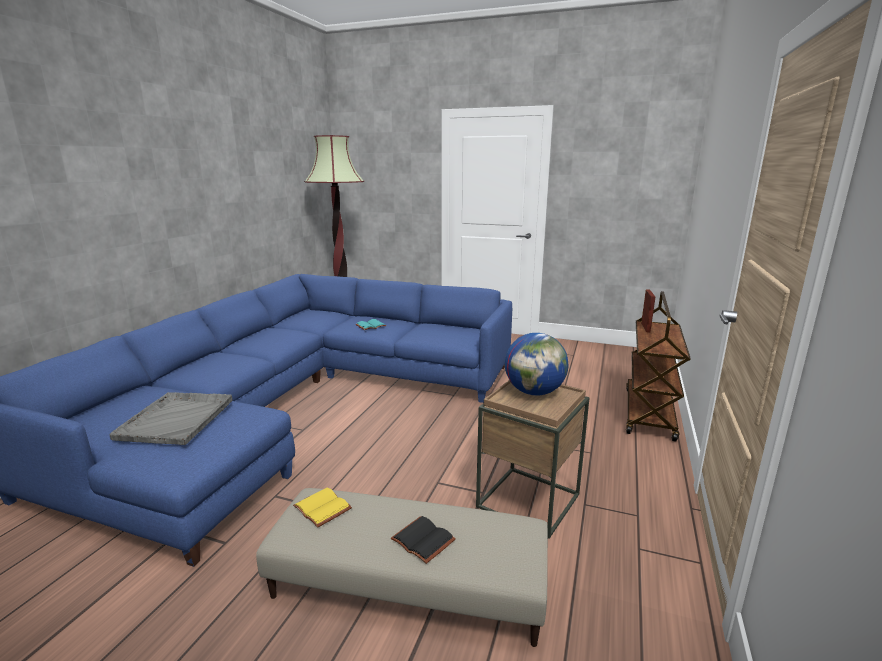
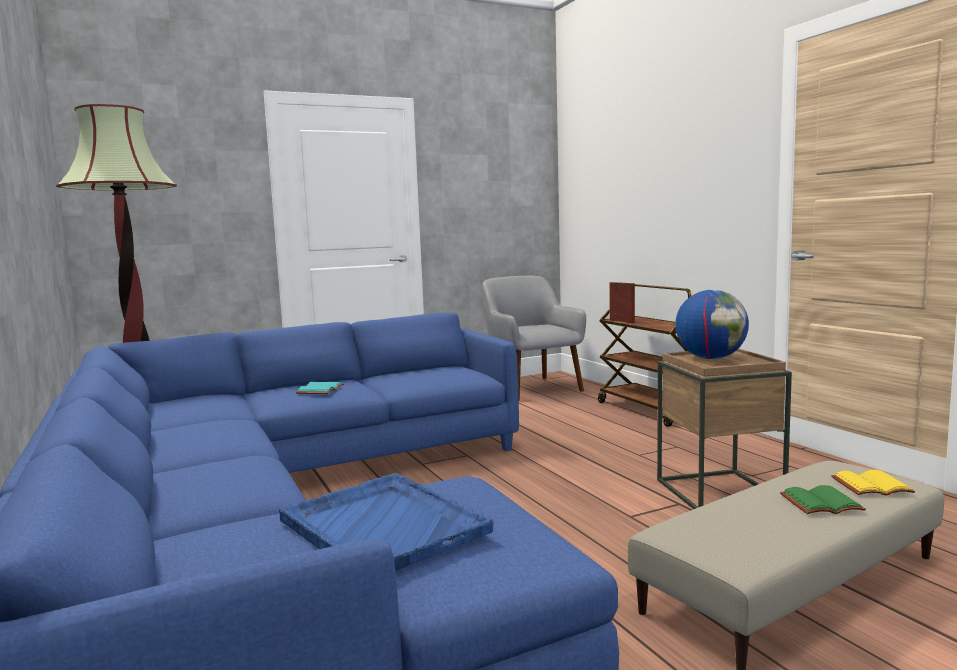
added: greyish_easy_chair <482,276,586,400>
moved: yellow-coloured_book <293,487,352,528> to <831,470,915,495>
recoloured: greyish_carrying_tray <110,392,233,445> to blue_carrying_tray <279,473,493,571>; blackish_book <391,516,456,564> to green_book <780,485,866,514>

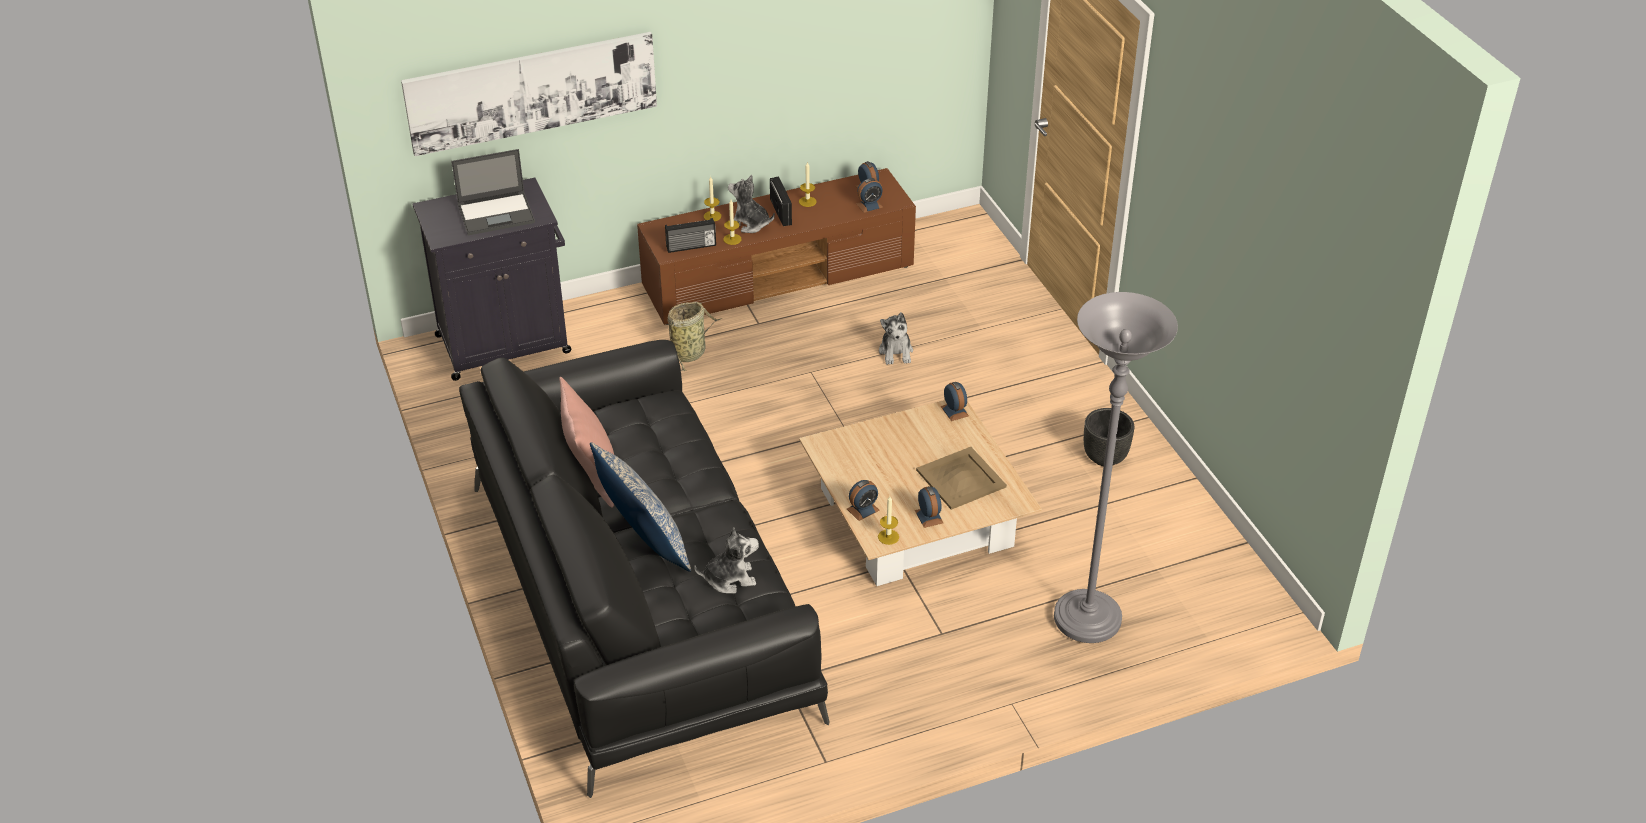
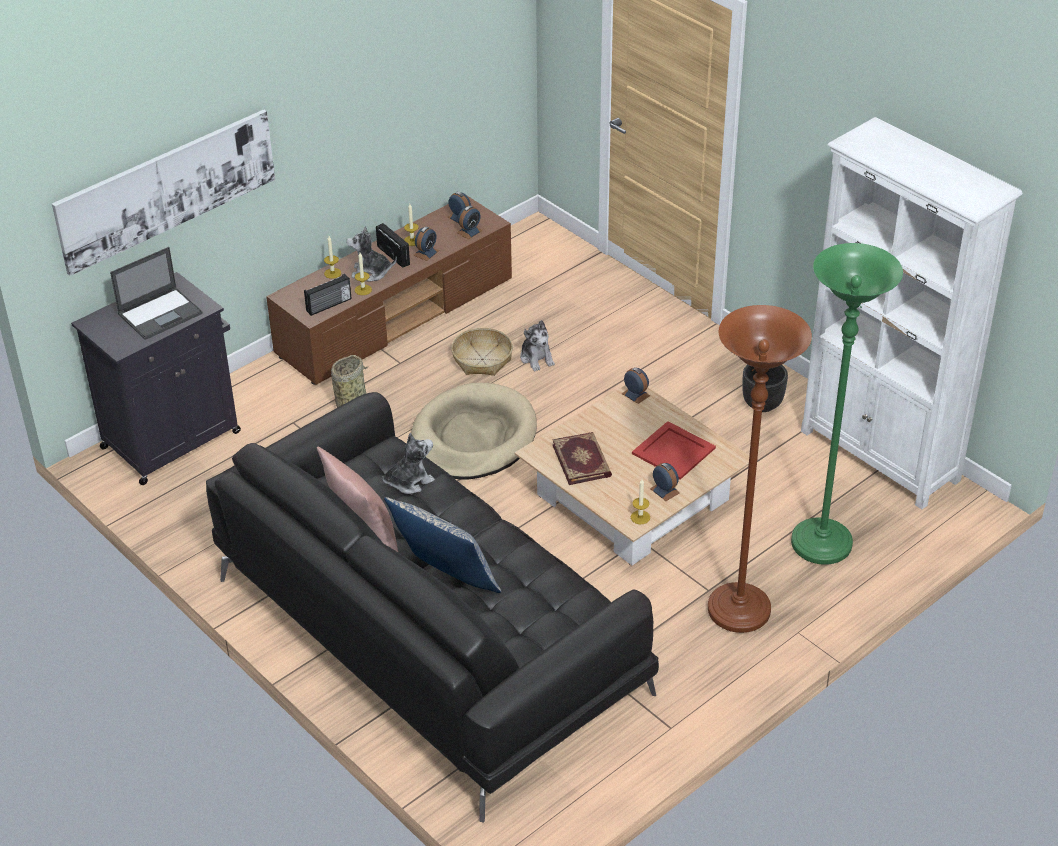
added: whitish_bookshelf <801,117,1022,509>; brownish_floor_lamp <708,305,812,633>; storage_basket <451,328,513,376>; beige_pet_bed <411,383,537,480>; book <552,432,612,485>
moved: bedside_clock <847,480,880,521> to <413,226,439,261>; soft_toy <694,527,759,594> to <382,433,435,494>
recoloured: greyish_floor_lamp <1054,292,1178,643> to green_floor_lamp <791,243,903,565>; beige_carrying_tray <916,447,1007,510> to red-coloured_carrying_tray <632,421,716,480>

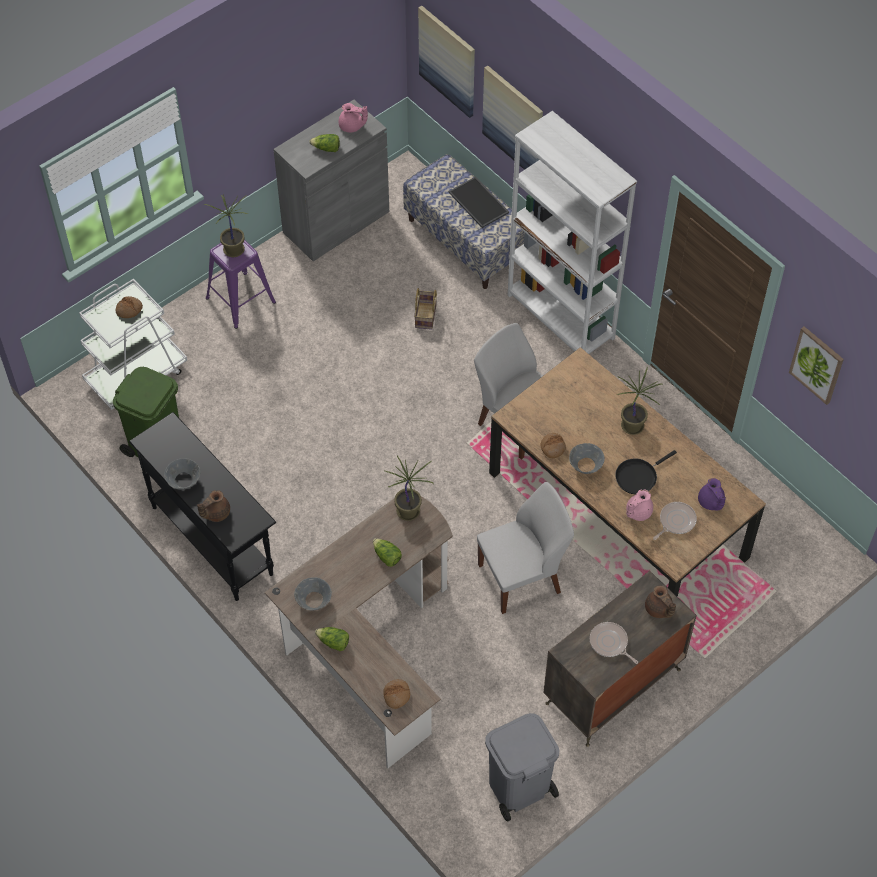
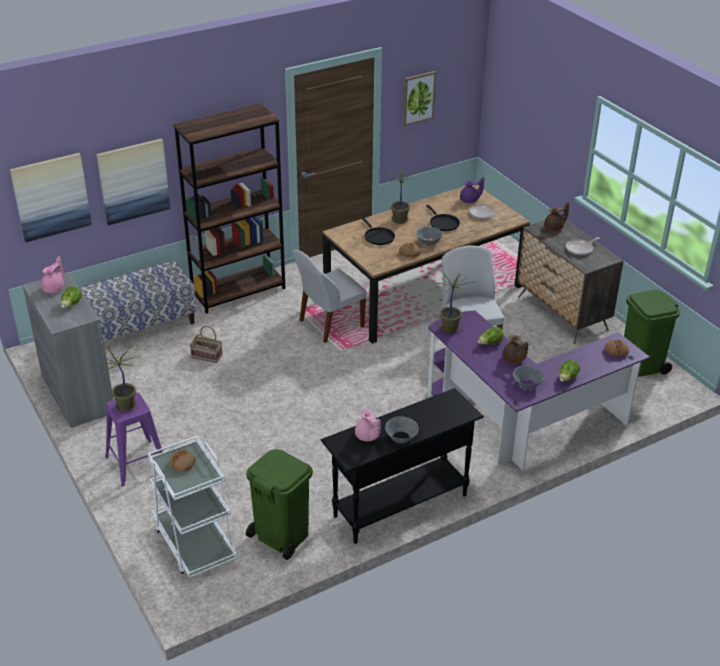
removed: carrying_tray <449,176,509,228>
added: blackish_skillet <362,218,395,245>
moved: brownish_tea_pot <197,490,230,522> to <503,335,528,363>; pink_tea_pot <626,490,653,521> to <355,410,381,441>
recoloured: whitish_bookshelf <508,111,637,354> to brownish_bookshelf <174,104,285,314>; brownish_desk_unit <265,496,453,768> to purple_desk_unit <427,311,650,471>; greyish_trash_can <485,713,559,822> to green_trash_can <624,290,680,377>

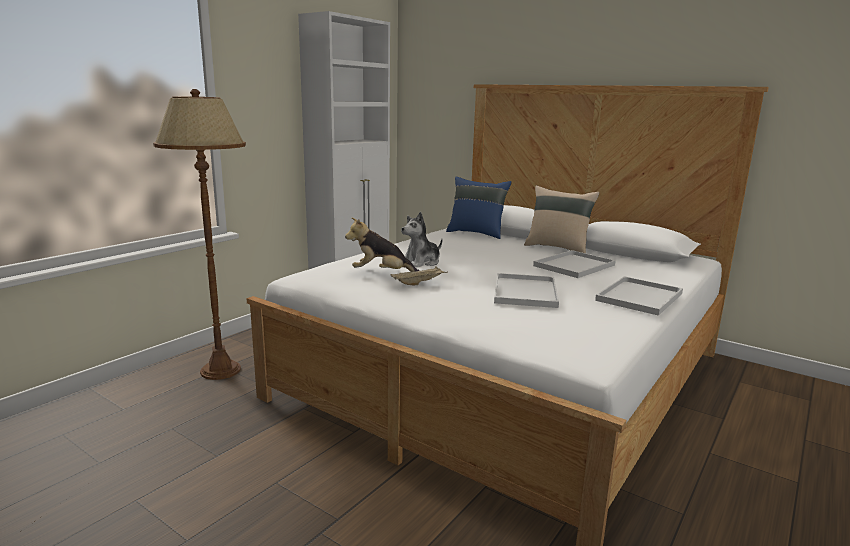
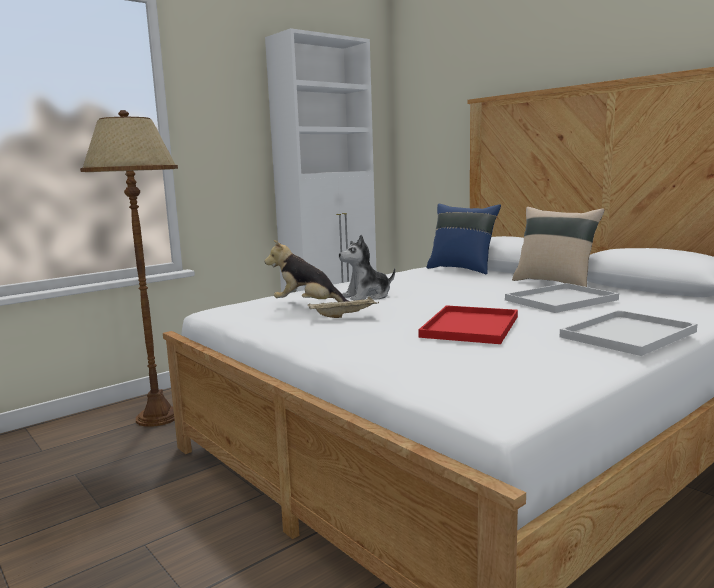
recoloured: whitish_carrying_tray <494,273,559,308> to red-coloured_carrying_tray <418,305,518,344>

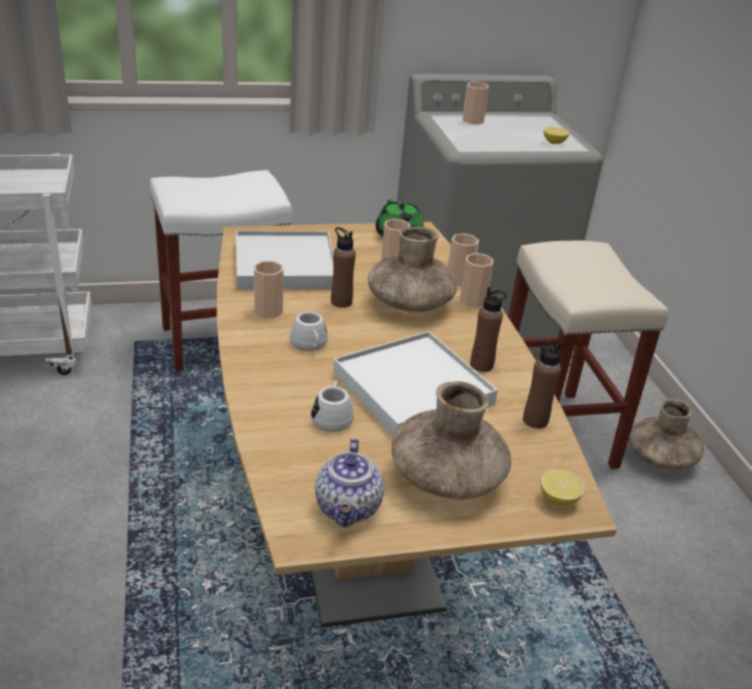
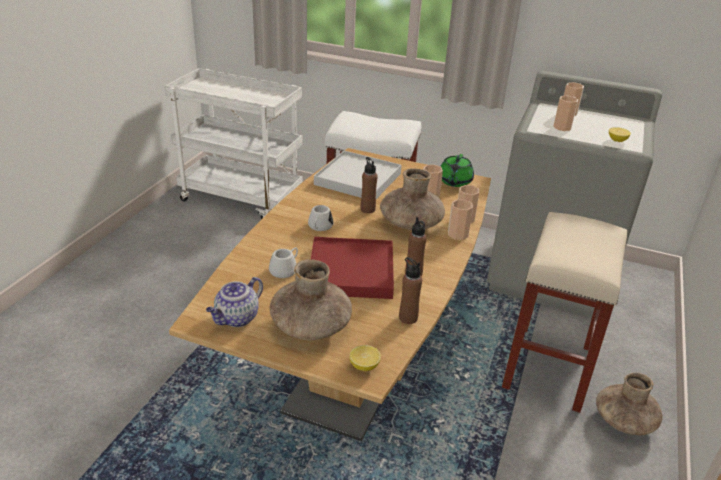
moved: small_cup <254,261,284,318> to <553,96,578,131>
recoloured: whitish_carrying_tray <333,331,498,437> to red-coloured_carrying_tray <311,237,394,299>

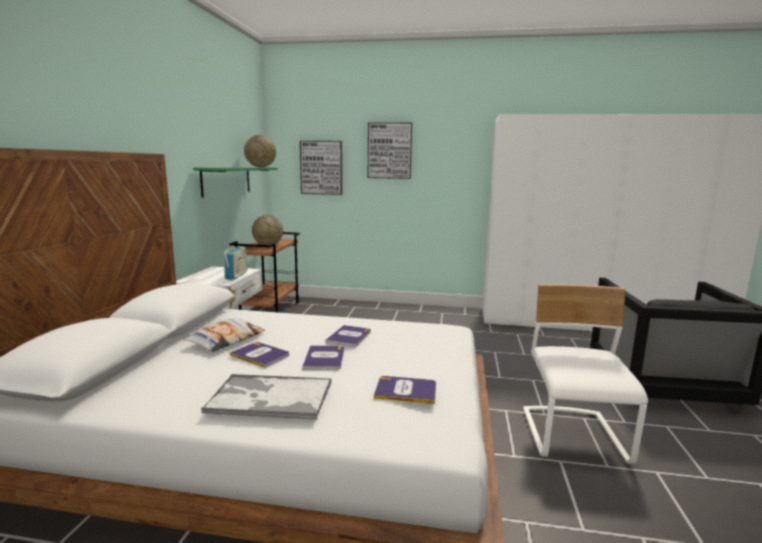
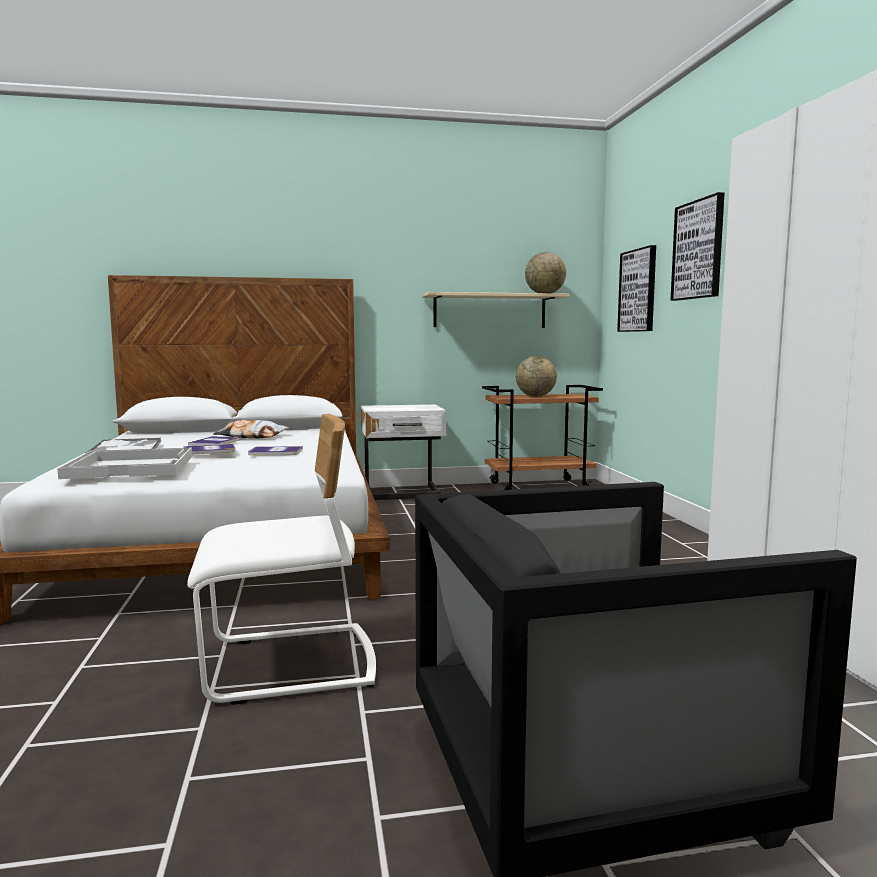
removed: radio_set <224,246,247,280>
replaced: book <374,376,436,404> to whitish_carrying_tray <57,448,192,479>
recoloured: green_bracket_shelf <193,167,278,198> to beige_bracket_shelf <422,292,569,328>

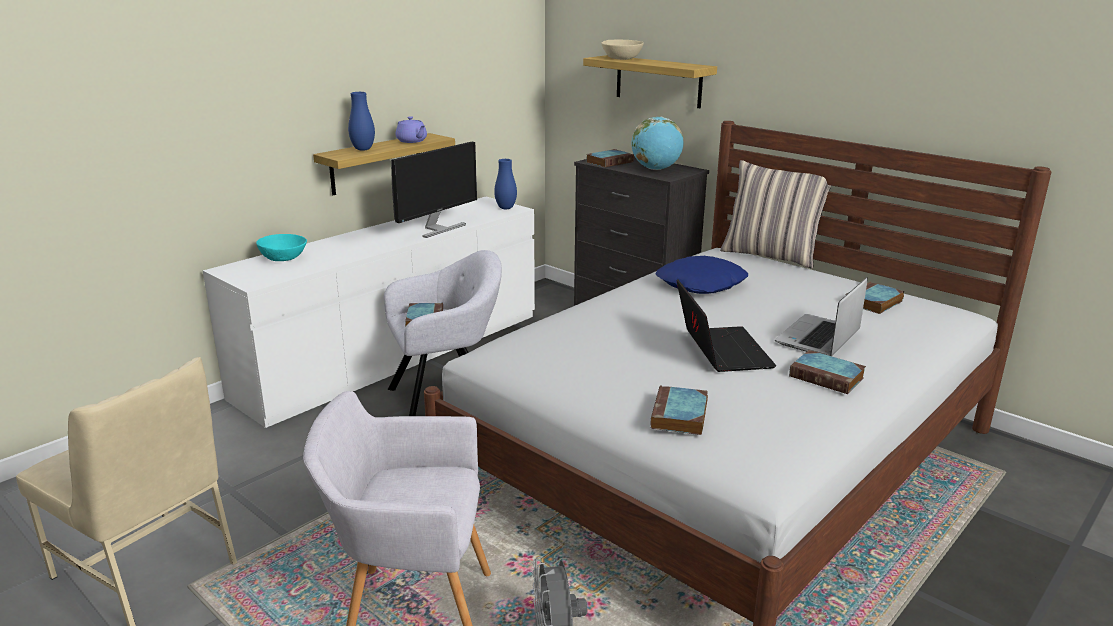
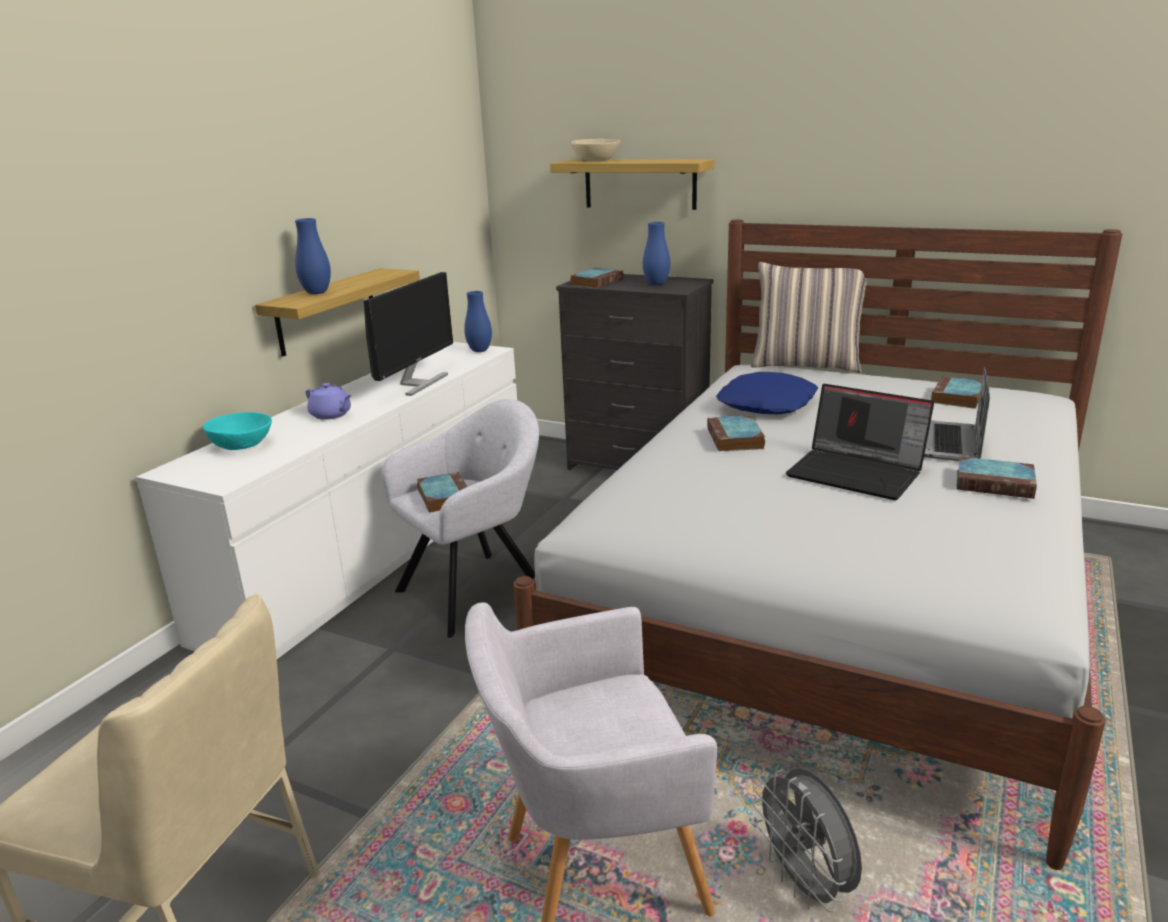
moved: purple_tea_pot <396,116,427,143> to <306,383,352,420>; book <651,385,708,435> to <707,415,765,451>
replaced: world_globe <632,116,683,170> to blue_vase <643,222,670,285>
turned: portable_computer <676,279,776,372> = <786,384,934,500> 150 degrees clockwise

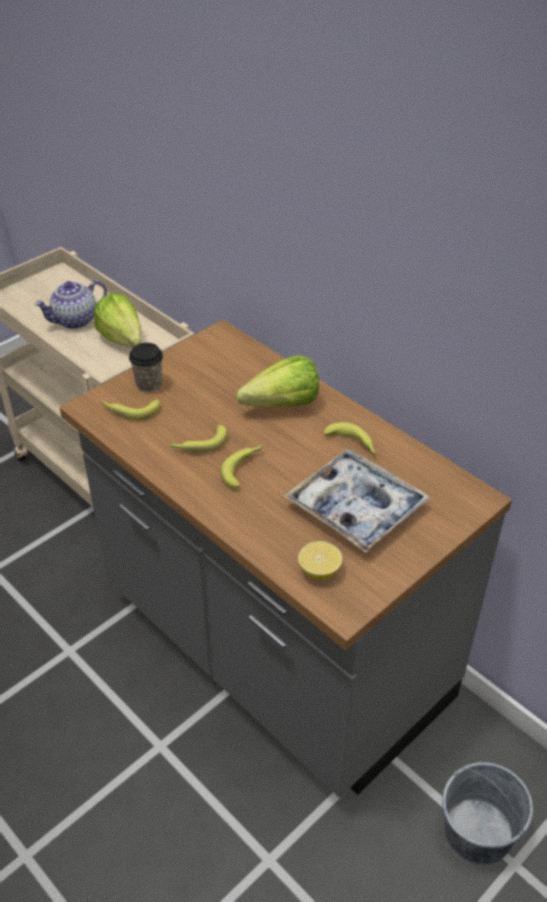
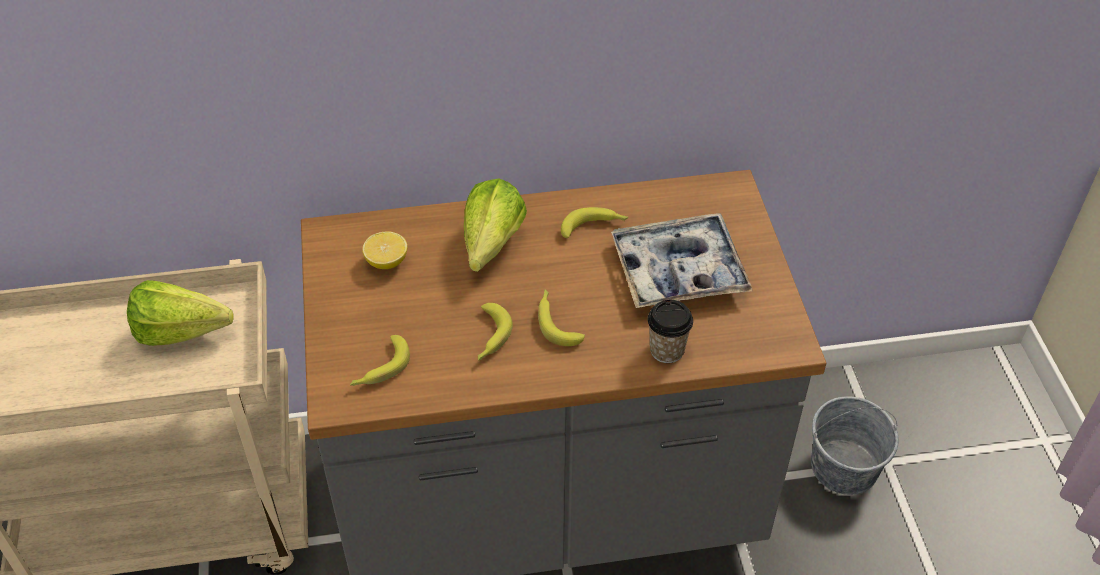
removed: tea_pot <34,280,107,329>
moved: small_cup <129,343,163,392> to <648,300,693,363>; citrus_fruit <298,541,342,580> to <362,232,407,269>

